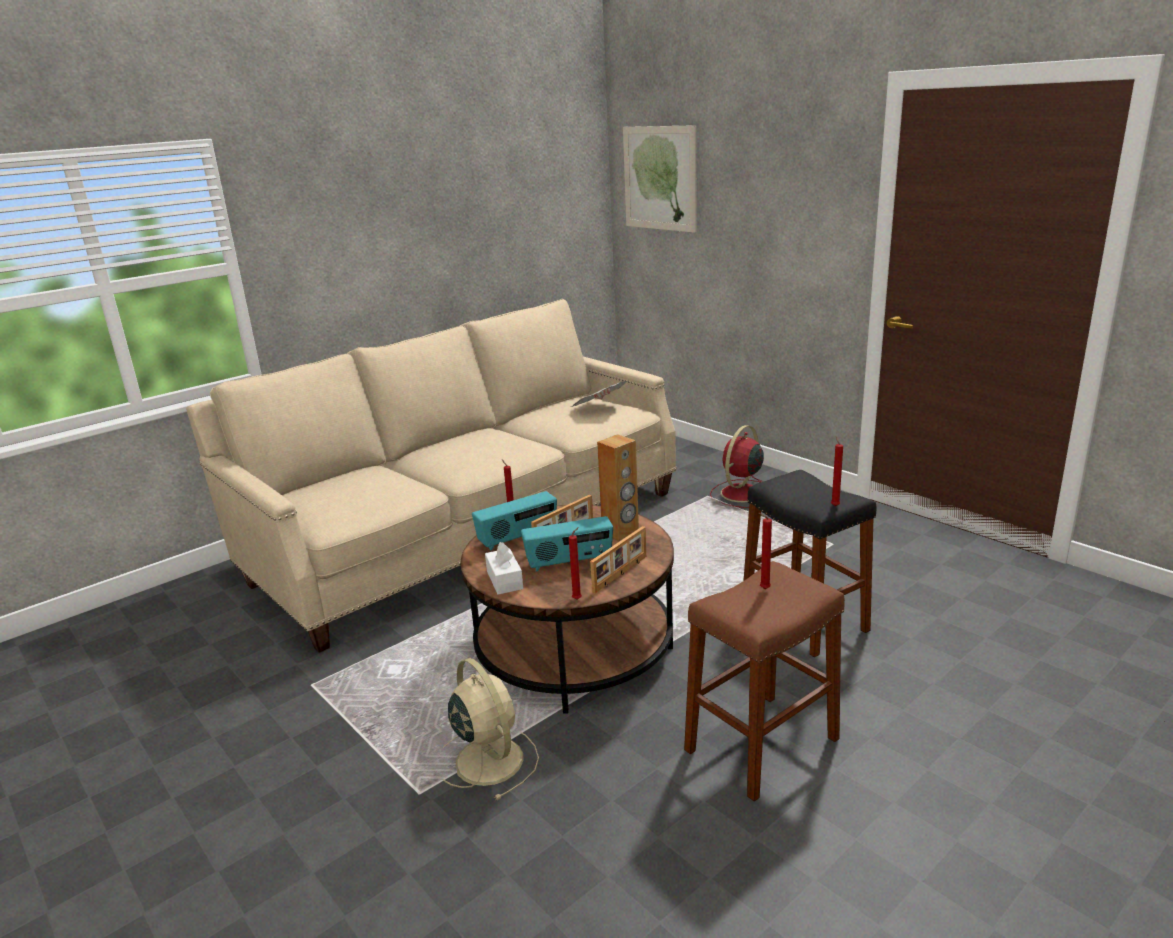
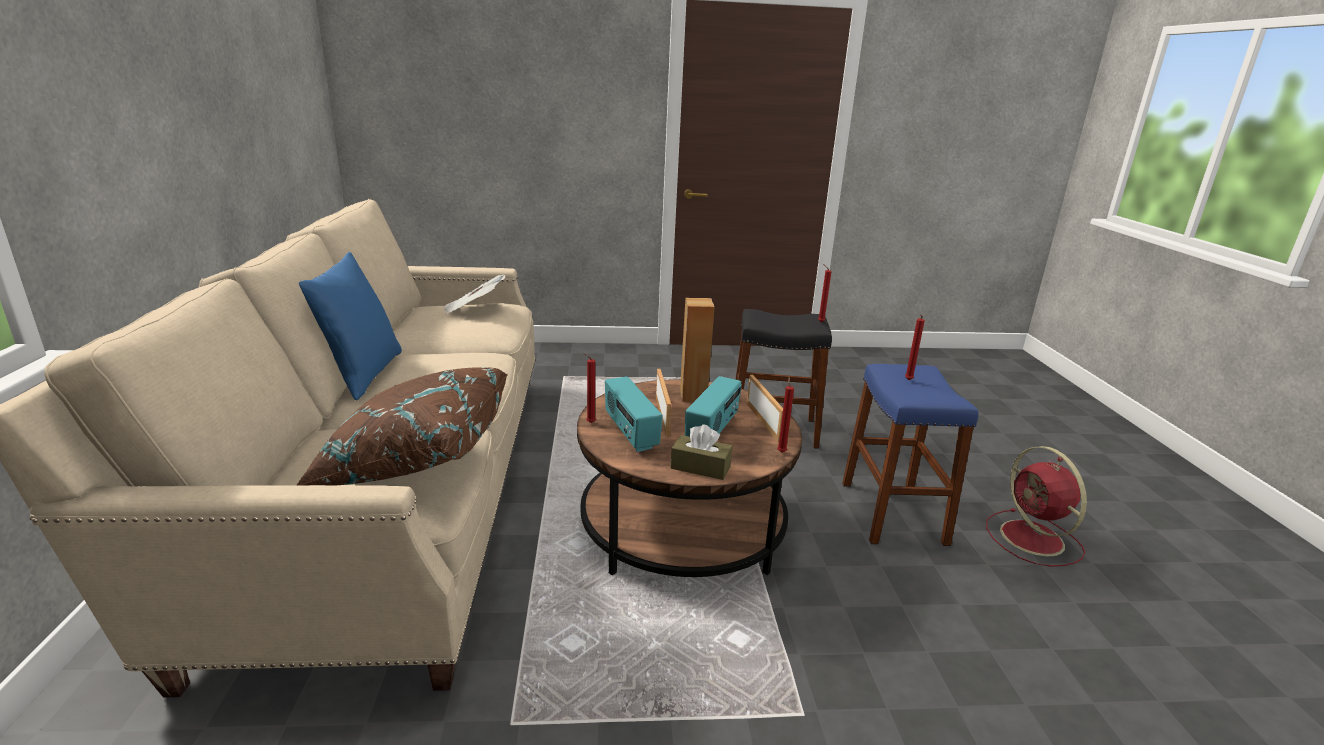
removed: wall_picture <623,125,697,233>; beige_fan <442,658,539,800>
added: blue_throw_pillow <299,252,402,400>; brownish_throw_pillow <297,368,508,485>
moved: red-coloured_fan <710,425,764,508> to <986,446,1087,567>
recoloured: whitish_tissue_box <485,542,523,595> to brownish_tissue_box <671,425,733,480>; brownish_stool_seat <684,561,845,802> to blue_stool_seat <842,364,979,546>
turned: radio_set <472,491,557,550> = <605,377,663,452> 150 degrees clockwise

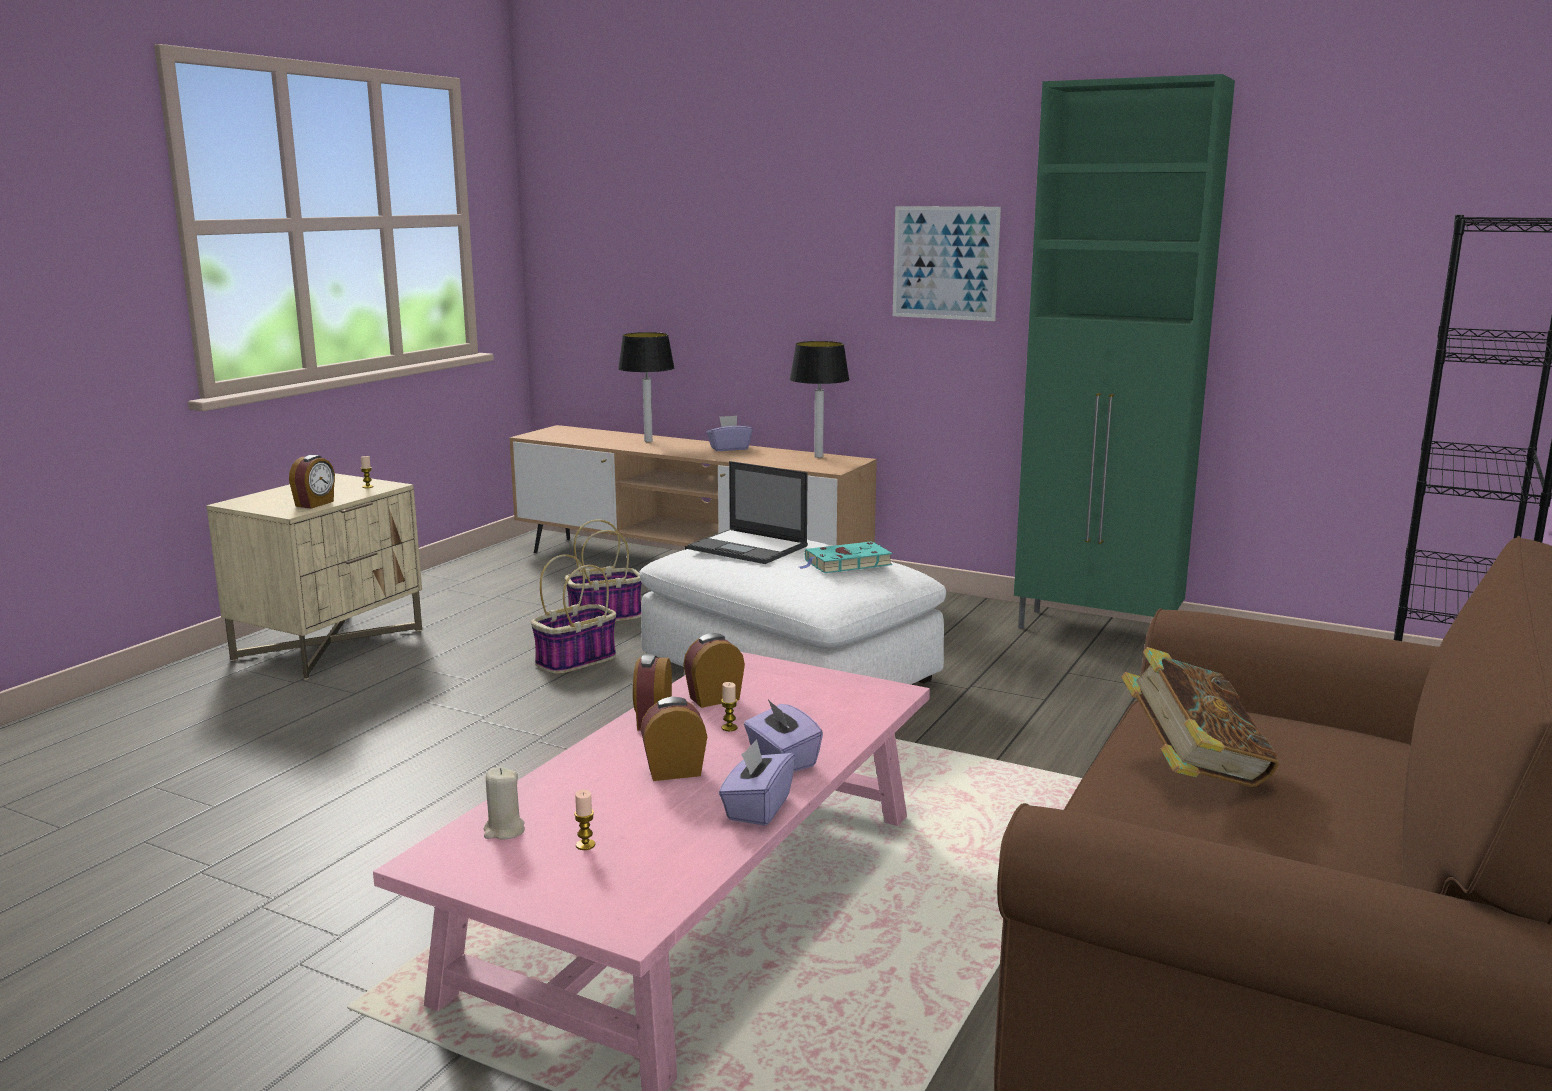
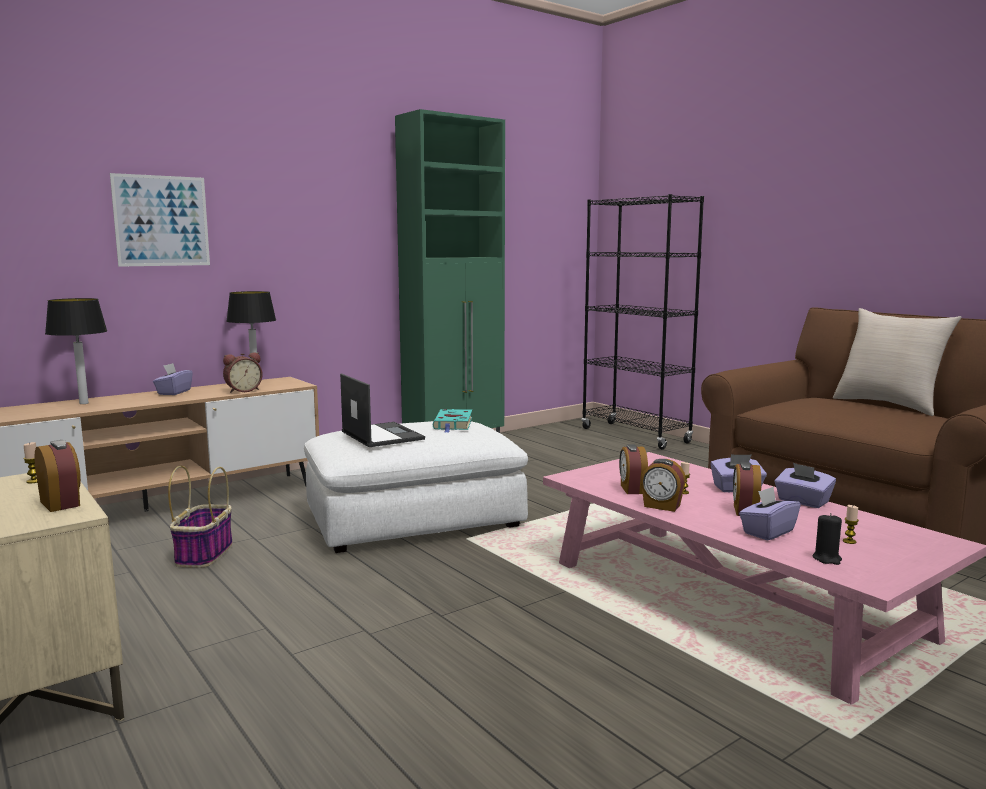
removed: storage_basket <531,554,616,674>; book <1121,647,1279,787>
added: beige_throw_pillow <833,308,961,416>; bedside_clock <223,352,263,393>; purple_tissue_box <739,487,801,541>
moved: wall_picture <893,206,1001,321> to <110,173,210,267>
recoloured: beige_wax_candle <484,768,525,840> to blackish_wax_candle <812,513,842,565>
turned: portable_computer <688,461,808,564> = <340,373,425,447> 90 degrees counterclockwise

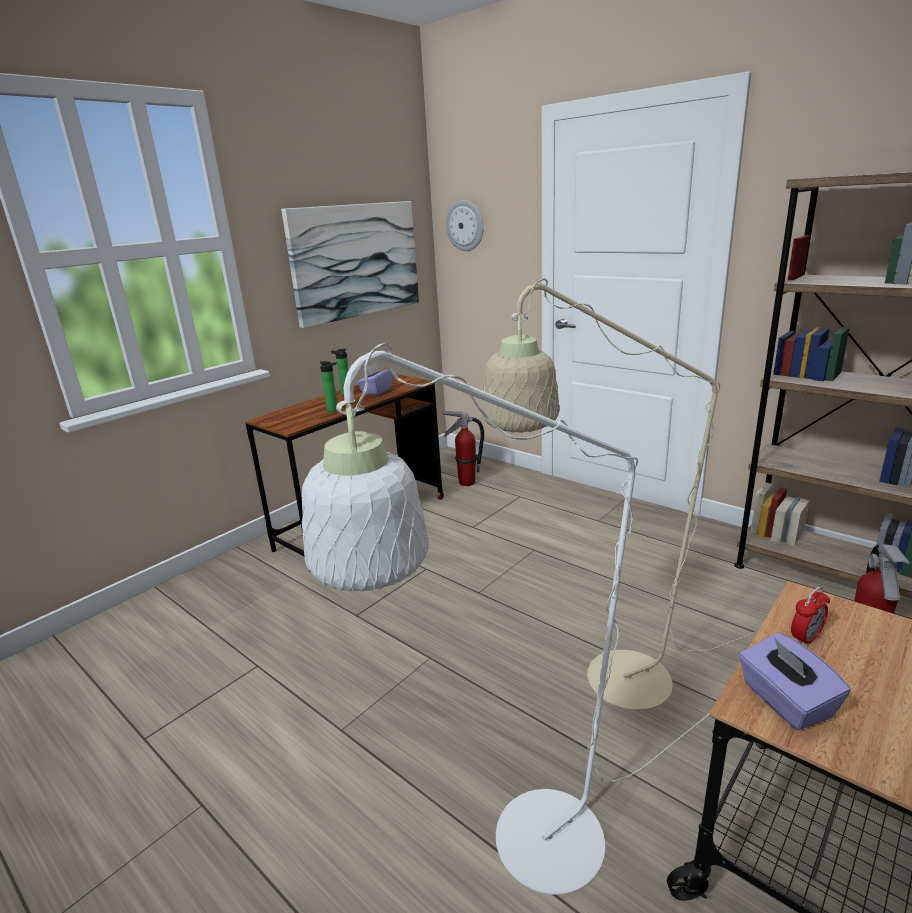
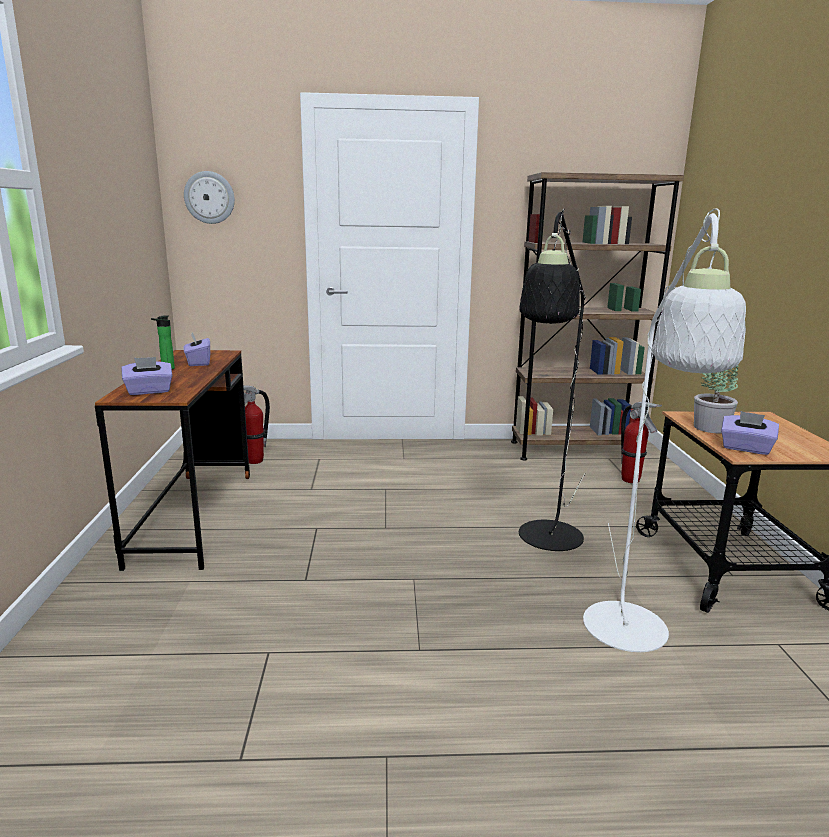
removed: wall_picture <281,201,419,328>; beverage_bottle <320,361,337,412>
added: purple_tissue_box <122,357,172,395>
replaced: bedside_clock <791,587,830,645> to houseplant <694,366,738,433>
recoloured: beige_floor_lamp <482,279,758,710> to blackish_floor_lamp <519,209,586,551>

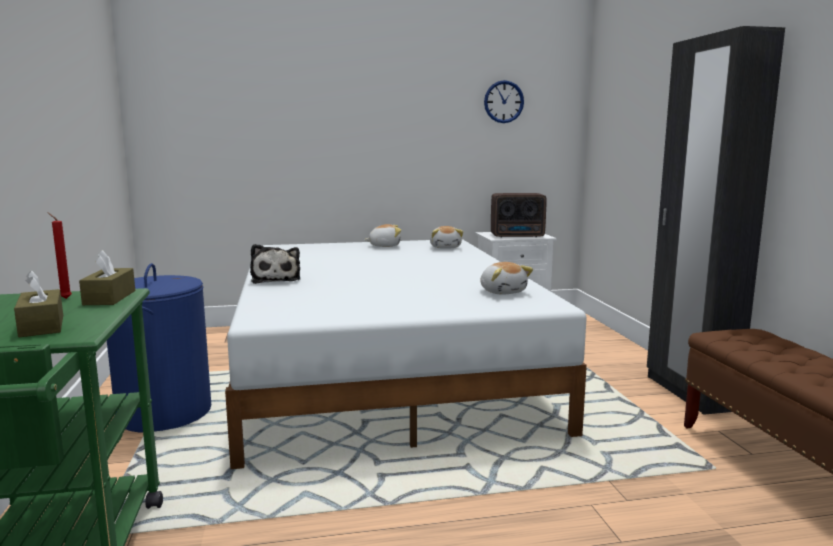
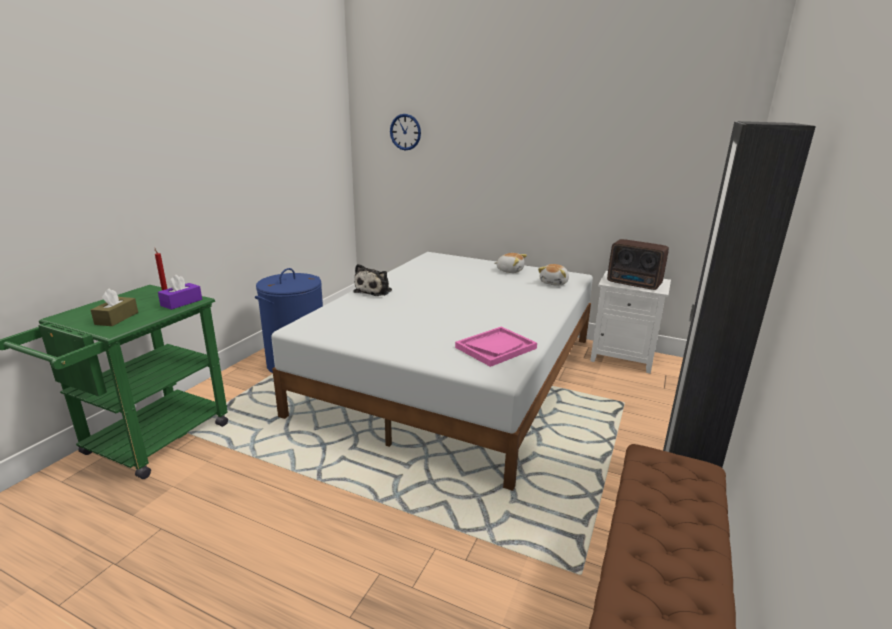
moved: clock_on_the_wall <484,80,524,123> to <390,114,421,150>
replaced: soft_toy <480,262,533,295> to pink_carrying_tray <455,327,537,367>
recoloured: brownish_tissue_box <79,250,135,305> to purple_tissue_box <158,275,202,310>

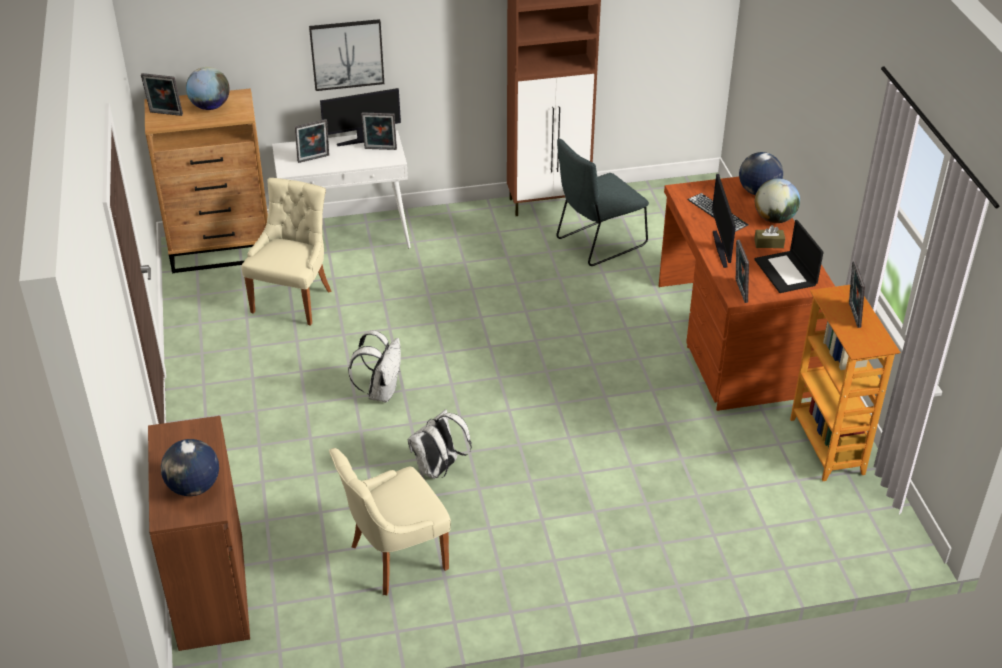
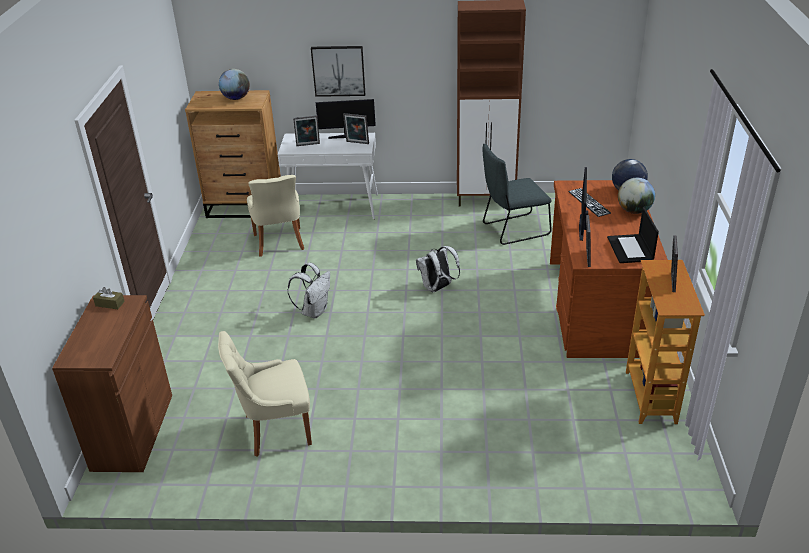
removed: picture_frame <141,73,183,116>; world_globe <161,439,219,496>
moved: brownish_tissue_box <754,225,785,248> to <93,287,125,309>; whitish_rucksack <408,409,472,479> to <416,246,460,292>
turned: beige_chair <241,178,332,326> = <247,175,304,257> 135 degrees clockwise

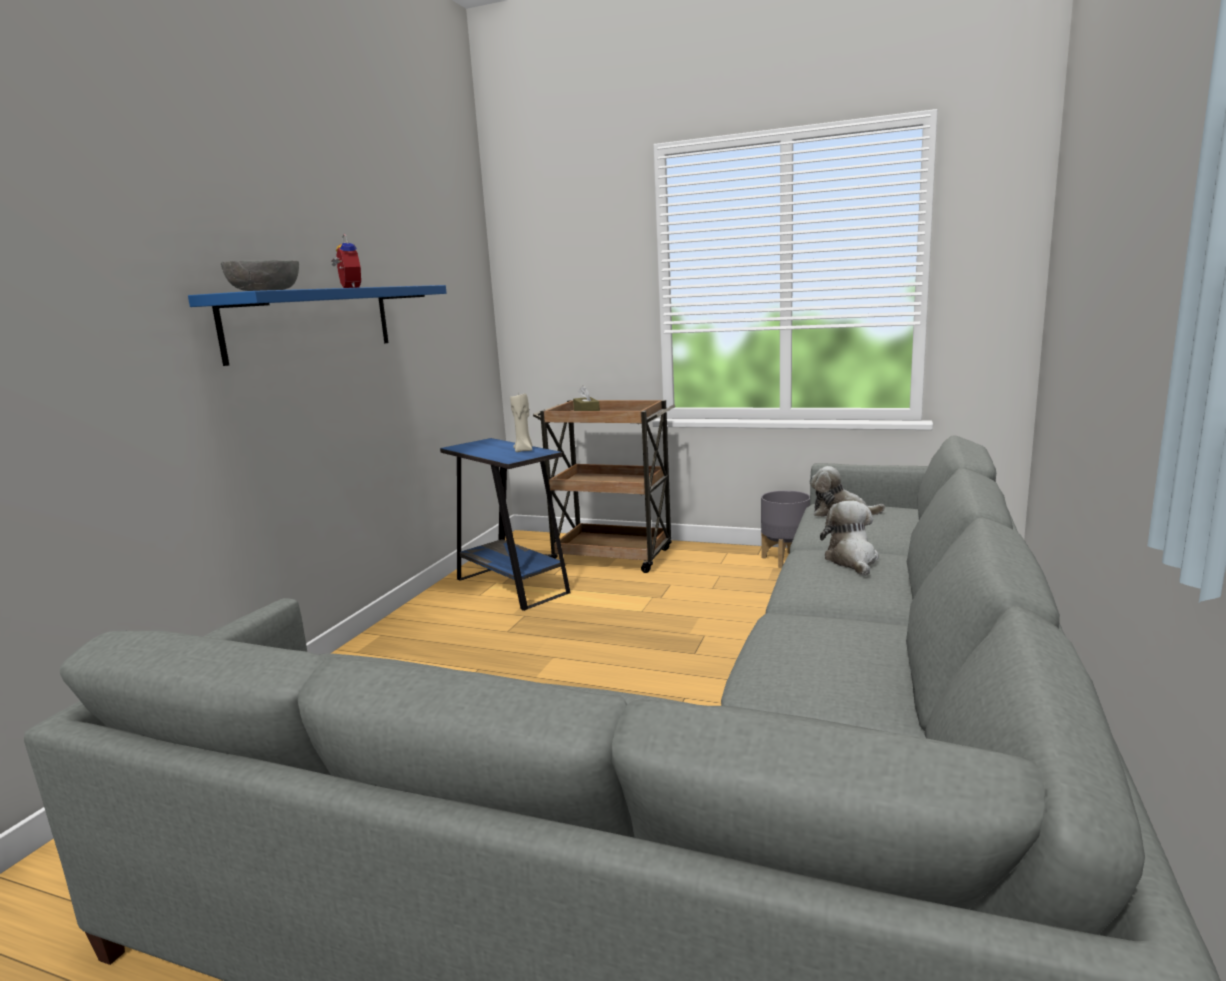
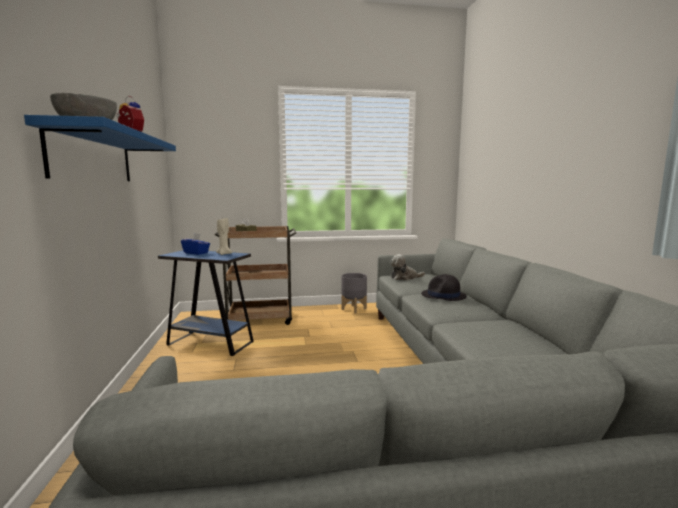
added: blue_tissue_box <181,233,210,255>
replaced: soft_toy <820,501,879,576> to blackish_wearable_hat <421,274,467,301>

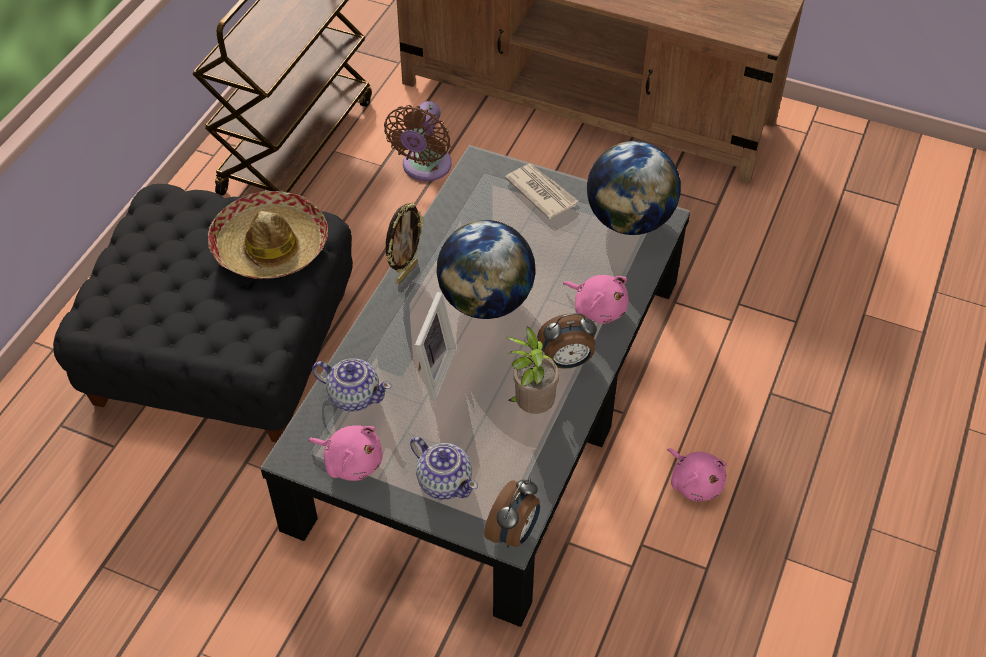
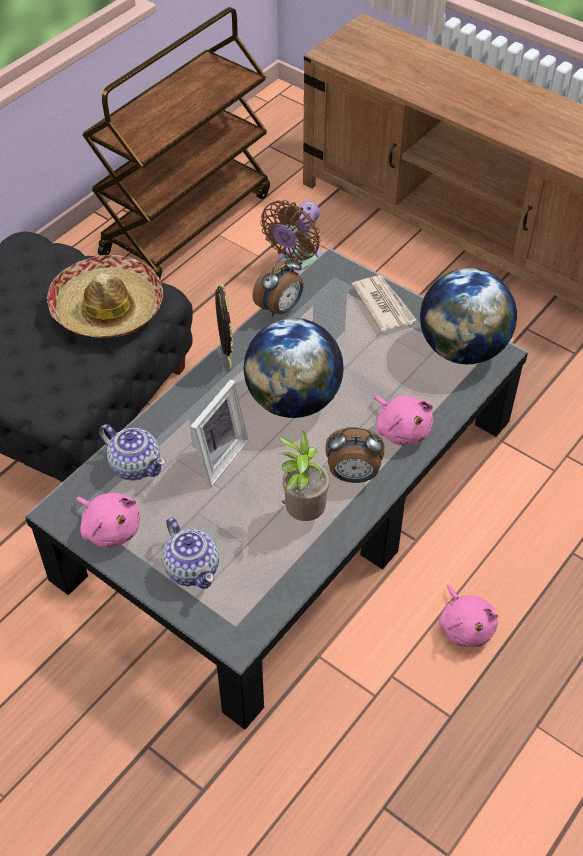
moved: bedside_clock <484,478,540,547> to <252,255,304,317>
turned: picture_frame <386,203,424,284> = <215,283,233,369> 60 degrees counterclockwise

